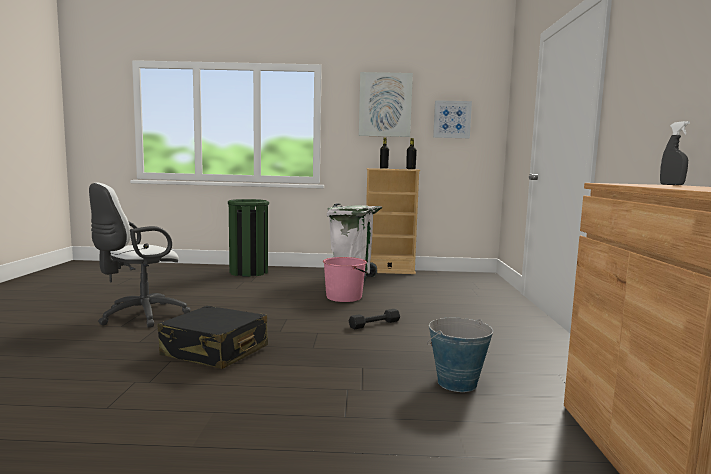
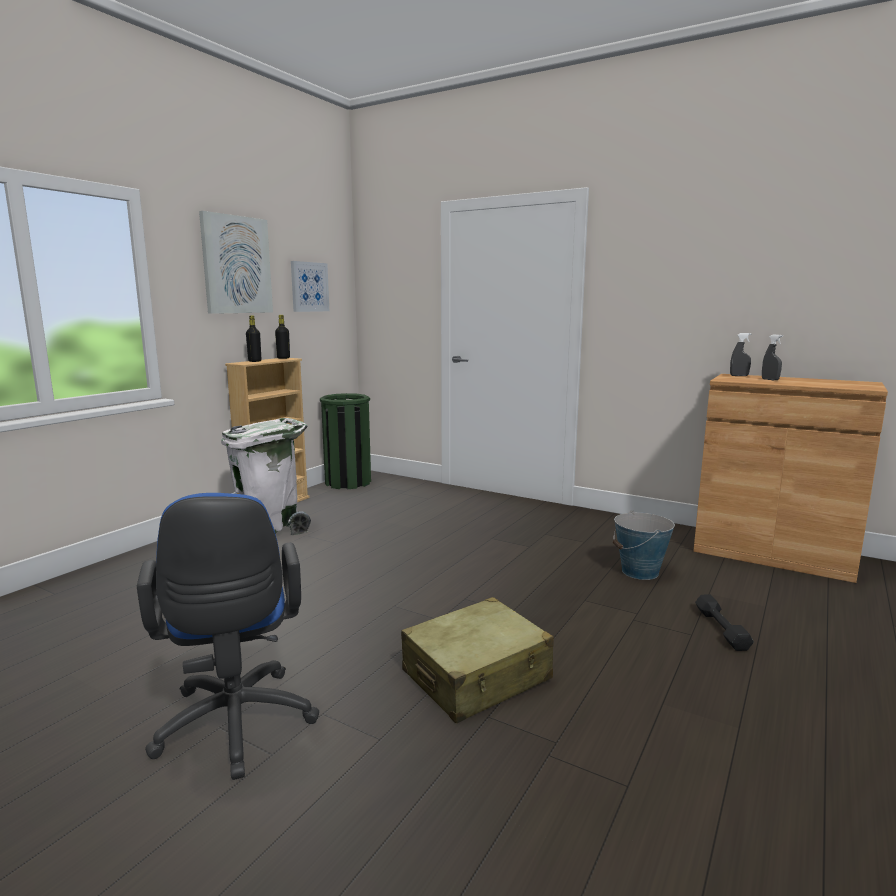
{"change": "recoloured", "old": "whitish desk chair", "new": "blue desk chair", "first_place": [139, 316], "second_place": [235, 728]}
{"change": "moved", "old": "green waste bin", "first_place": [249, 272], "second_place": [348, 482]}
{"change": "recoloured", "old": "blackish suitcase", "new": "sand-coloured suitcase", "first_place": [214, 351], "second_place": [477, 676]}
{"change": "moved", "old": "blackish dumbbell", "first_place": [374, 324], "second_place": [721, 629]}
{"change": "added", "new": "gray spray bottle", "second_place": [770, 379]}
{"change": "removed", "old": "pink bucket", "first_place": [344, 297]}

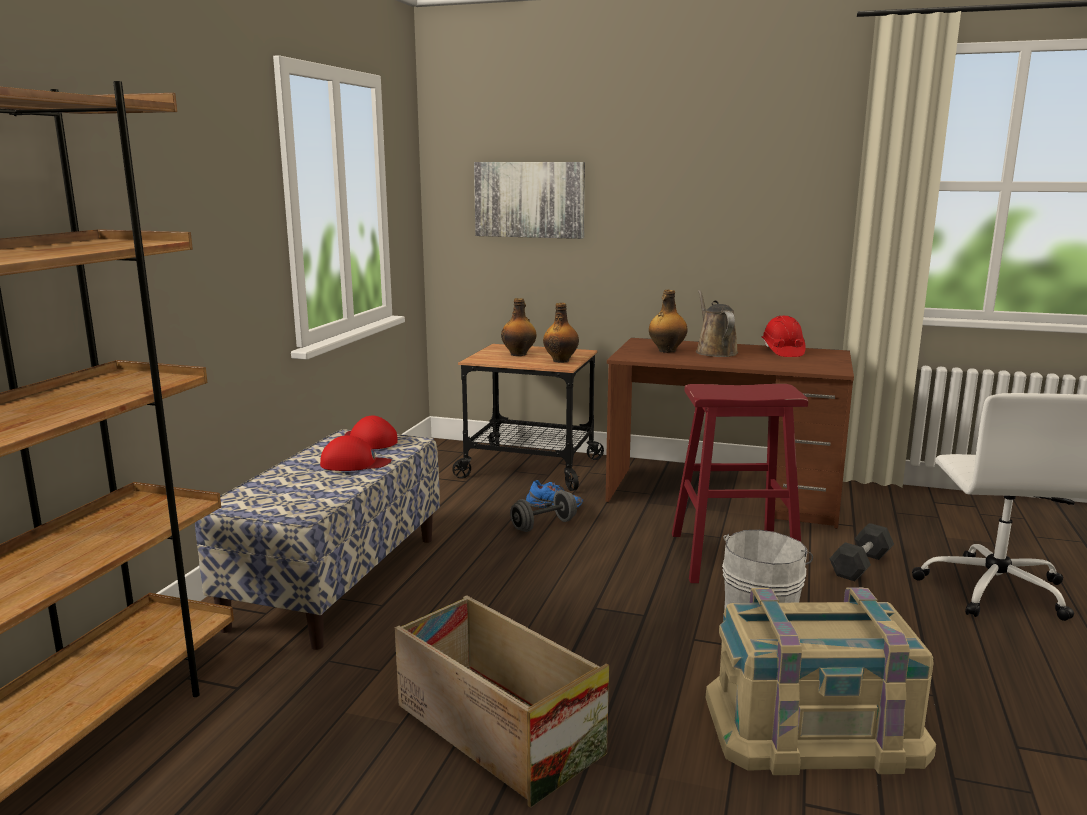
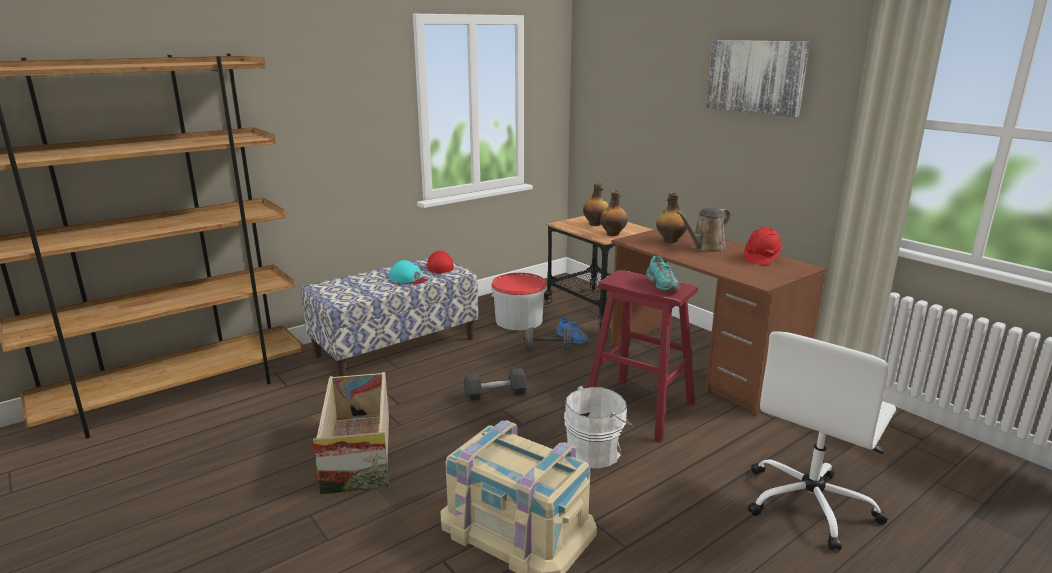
{"change": "recoloured", "old": "red-coloured peaked cap", "new": "turquoise-coloured peaked cap", "first_place": [354, 463], "second_place": [408, 278]}
{"change": "moved", "old": "blackish dumbbell", "first_place": [860, 565], "second_place": [495, 394]}
{"change": "added", "new": "bucket", "second_place": [519, 320]}
{"change": "added", "new": "turquoise-coloured item of footwear", "second_place": [662, 285]}
{"change": "turned", "old": "brownish watering pot", "first_place": [714, 352], "second_place": [705, 248], "degrees": -150}
{"change": "moved", "old": "wall picture", "first_place": [529, 199], "second_place": [756, 76]}

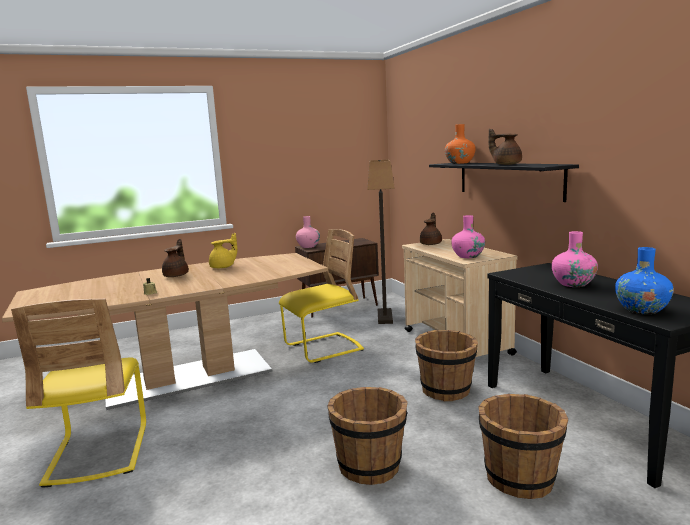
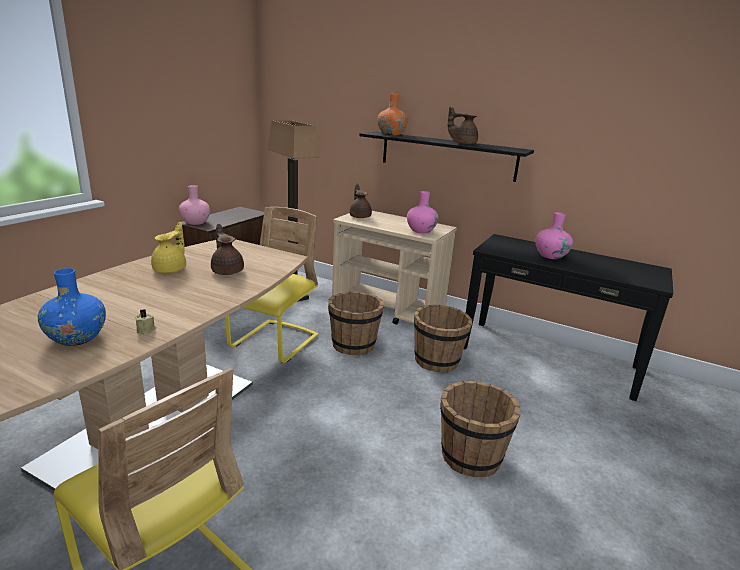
{"change": "moved", "old": "blue flower vase", "first_place": [642, 310], "second_place": [77, 338]}
{"change": "moved", "old": "brownish teapot", "first_place": [177, 275], "second_place": [227, 271]}
{"change": "moved", "old": "brownish bucket", "first_place": [520, 478], "second_place": [353, 345]}

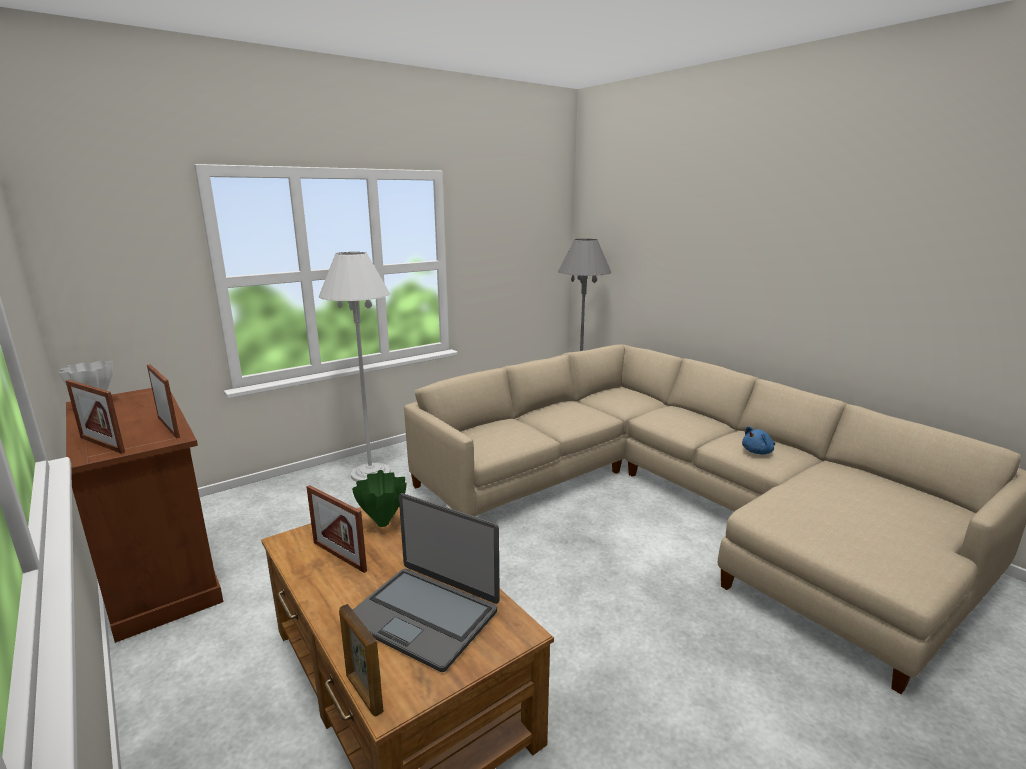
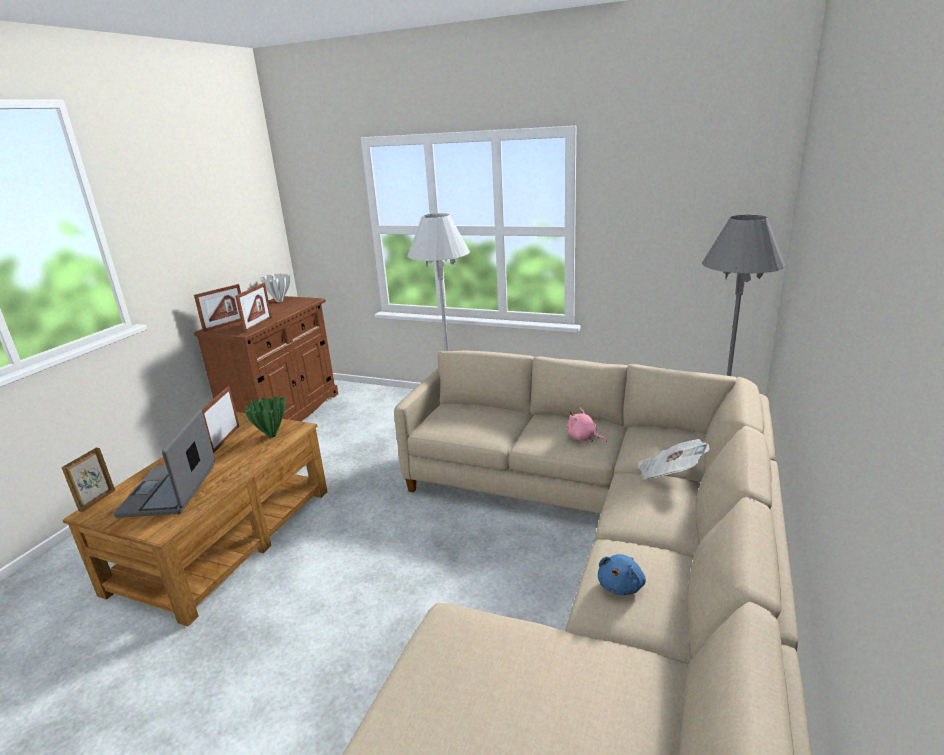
{"change": "turned", "old": "standing frame", "first_place": [102, 445], "second_place": [225, 325], "degrees": -135}
{"change": "added", "new": "pink soft toy", "second_place": [583, 438]}
{"change": "turned", "old": "blue soft toy", "first_place": [758, 452], "second_place": [621, 585], "degrees": -90}
{"change": "added", "new": "newspaper", "second_place": [669, 474]}

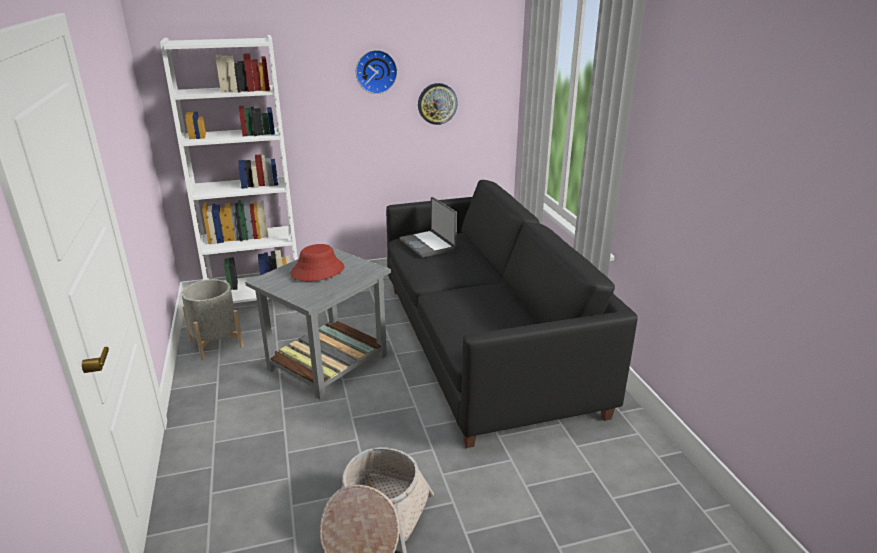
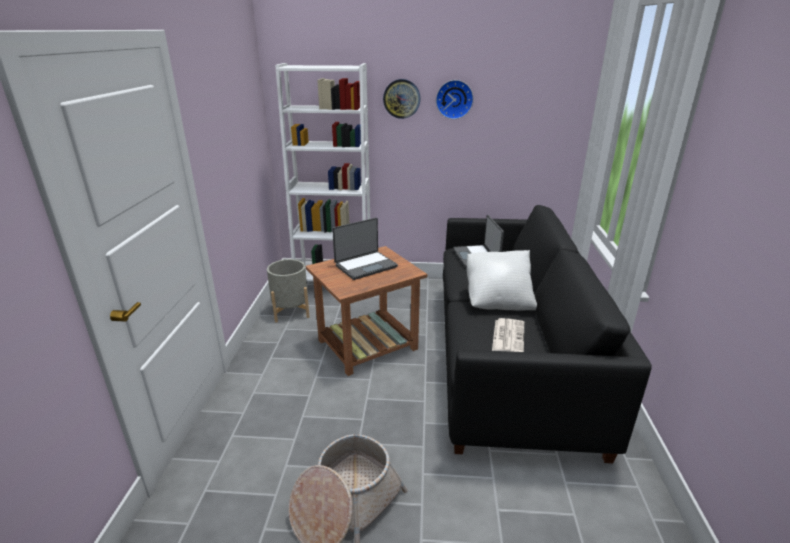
{"change": "recoloured", "old": "gray accent table", "new": "brownish accent table", "first_place": [329, 362], "second_place": [368, 344]}
{"change": "replaced", "old": "red-coloured clothing hat", "new": "portable computer", "first_place": [317, 271], "second_place": [365, 266]}
{"change": "moved", "old": "wall clock", "first_place": [437, 103], "second_place": [401, 98]}
{"change": "added", "new": "whitish throw pillow", "second_place": [498, 300]}
{"change": "added", "new": "newspaper", "second_place": [508, 336]}

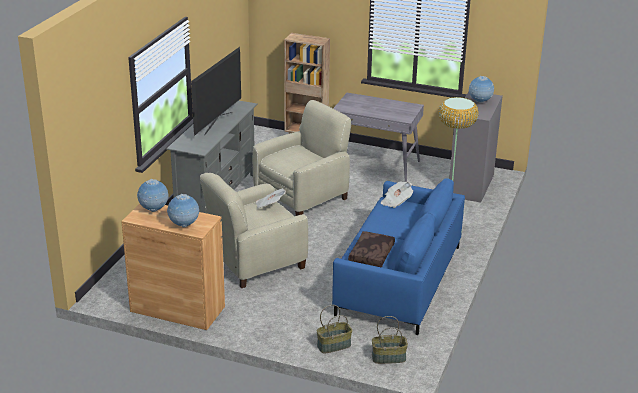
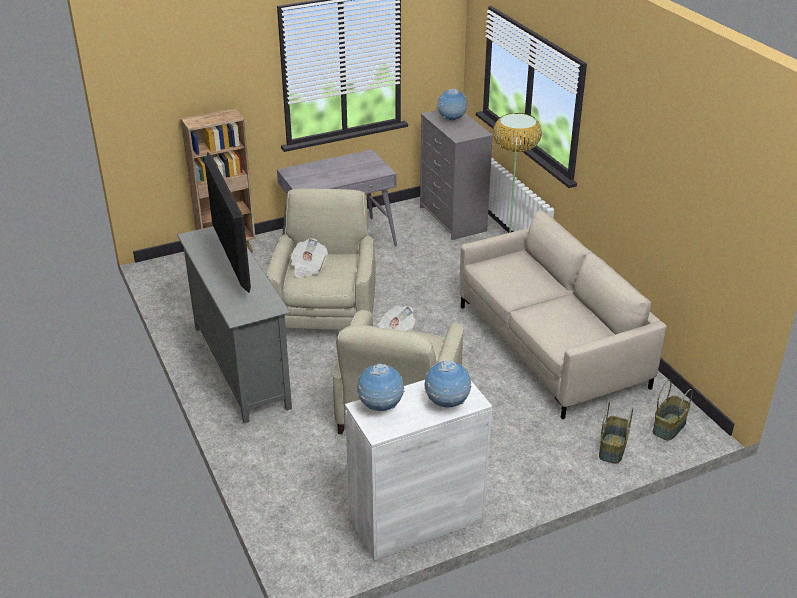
{"change": "moved", "old": "newspaper", "first_place": [396, 202], "second_place": [308, 267]}
{"change": "recoloured", "old": "brownish cabinet", "new": "whitish cabinet", "first_place": [177, 309], "second_place": [416, 519]}
{"change": "recoloured", "old": "blue couch", "new": "sand-coloured couch", "first_place": [398, 280], "second_place": [550, 346]}
{"change": "removed", "old": "brownish throw pillow", "first_place": [372, 255]}

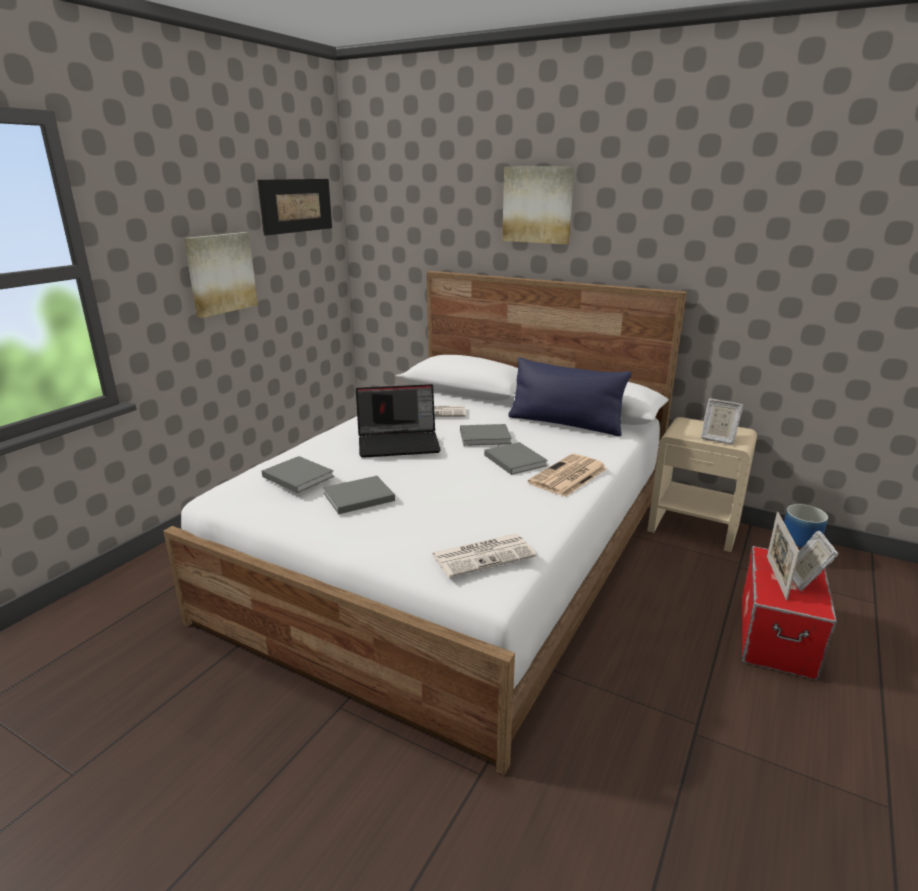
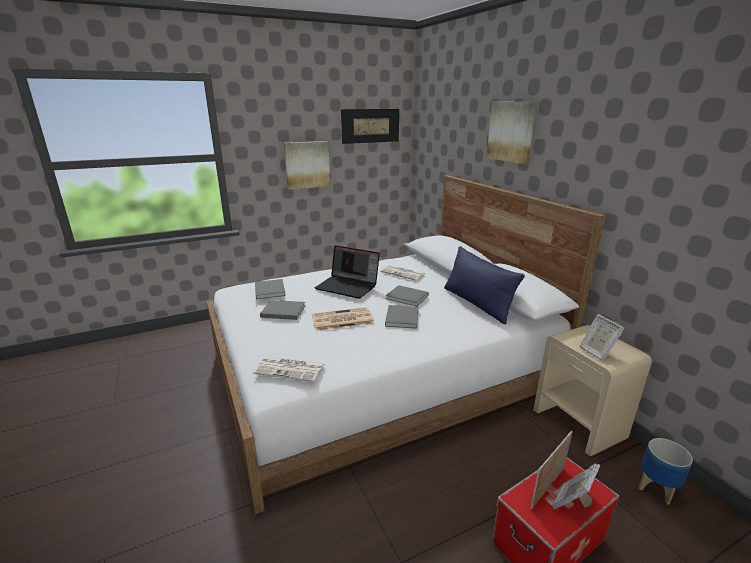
{"change": "moved", "old": "newspaper", "first_place": [568, 476], "second_place": [341, 320]}

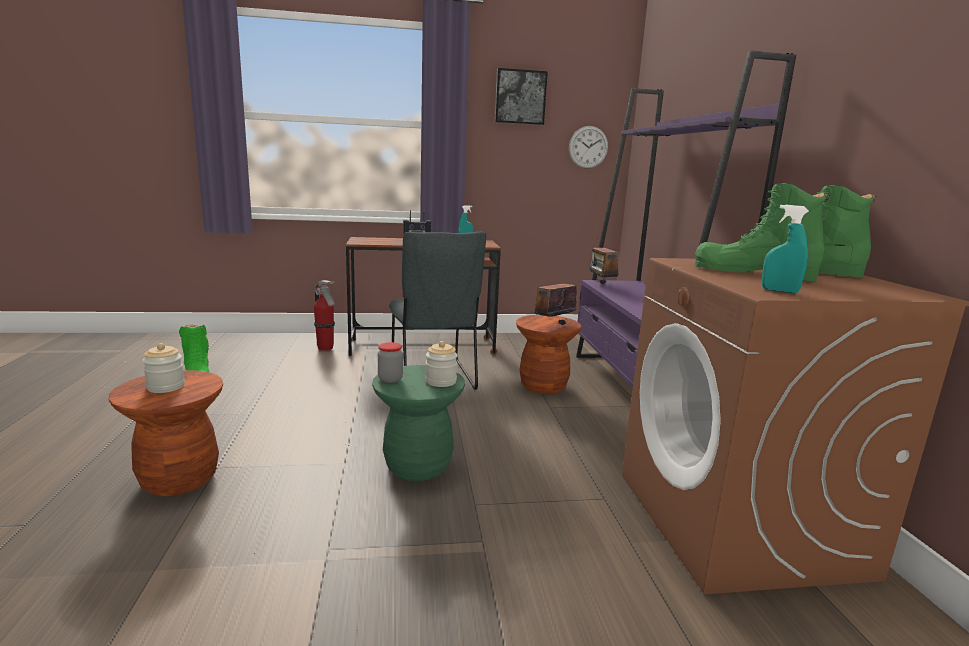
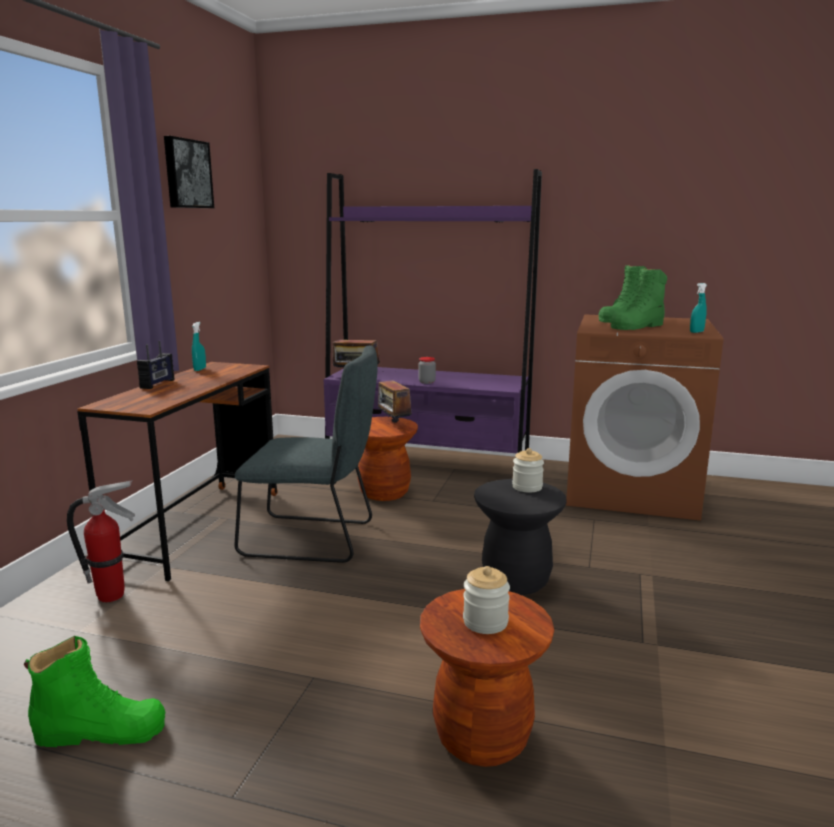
{"change": "moved", "old": "jar", "first_place": [390, 379], "second_place": [427, 382]}
{"change": "recoloured", "old": "green stool", "new": "blackish stool", "first_place": [418, 466], "second_place": [516, 580]}
{"change": "removed", "old": "wall clock", "first_place": [588, 147]}

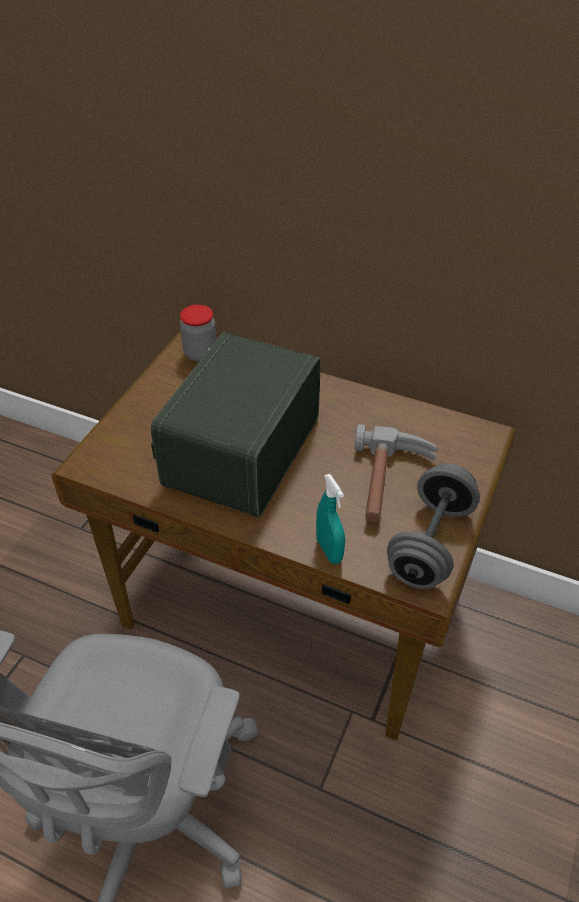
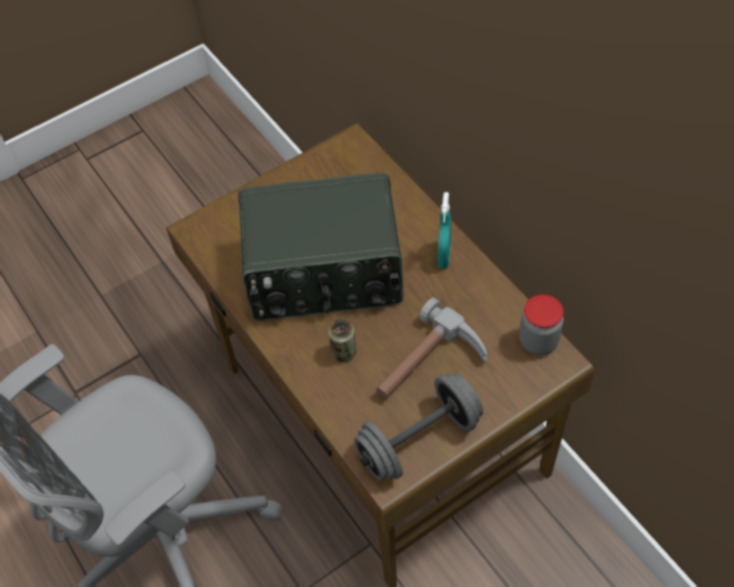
{"change": "turned", "old": "radio", "first_place": [240, 451], "second_place": [324, 274], "degrees": -150}
{"change": "added", "new": "metal can", "second_place": [344, 352]}
{"change": "moved", "old": "turquoise-coloured spray bottle", "first_place": [329, 550], "second_place": [444, 256]}
{"change": "moved", "old": "jar", "first_place": [200, 354], "second_place": [538, 341]}

